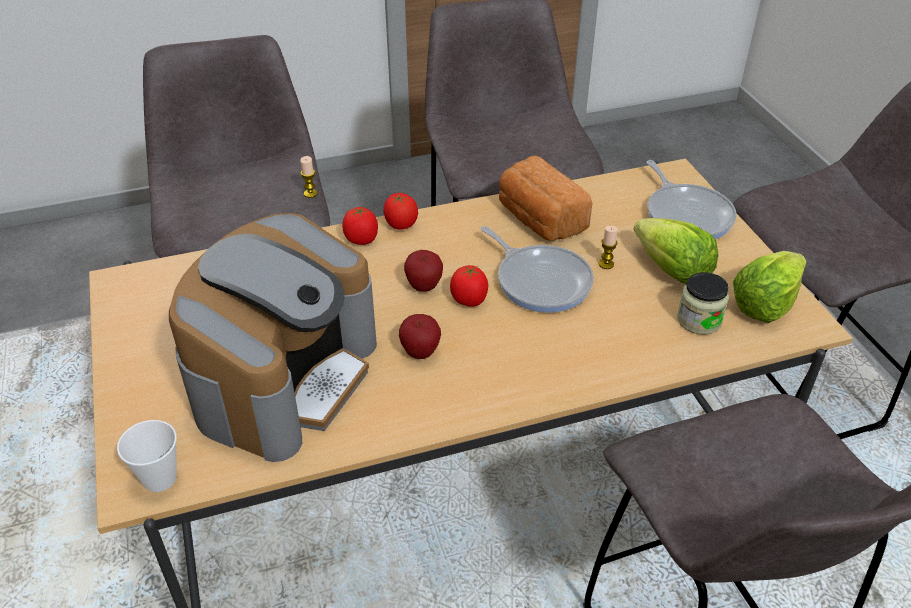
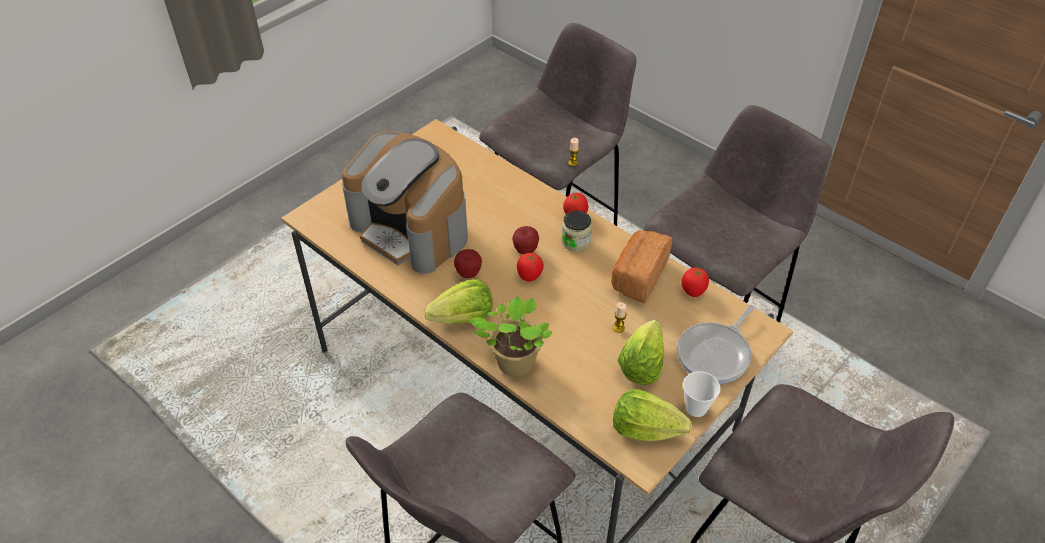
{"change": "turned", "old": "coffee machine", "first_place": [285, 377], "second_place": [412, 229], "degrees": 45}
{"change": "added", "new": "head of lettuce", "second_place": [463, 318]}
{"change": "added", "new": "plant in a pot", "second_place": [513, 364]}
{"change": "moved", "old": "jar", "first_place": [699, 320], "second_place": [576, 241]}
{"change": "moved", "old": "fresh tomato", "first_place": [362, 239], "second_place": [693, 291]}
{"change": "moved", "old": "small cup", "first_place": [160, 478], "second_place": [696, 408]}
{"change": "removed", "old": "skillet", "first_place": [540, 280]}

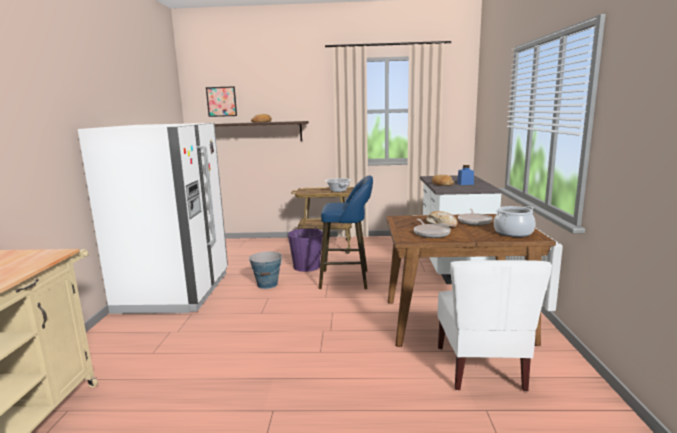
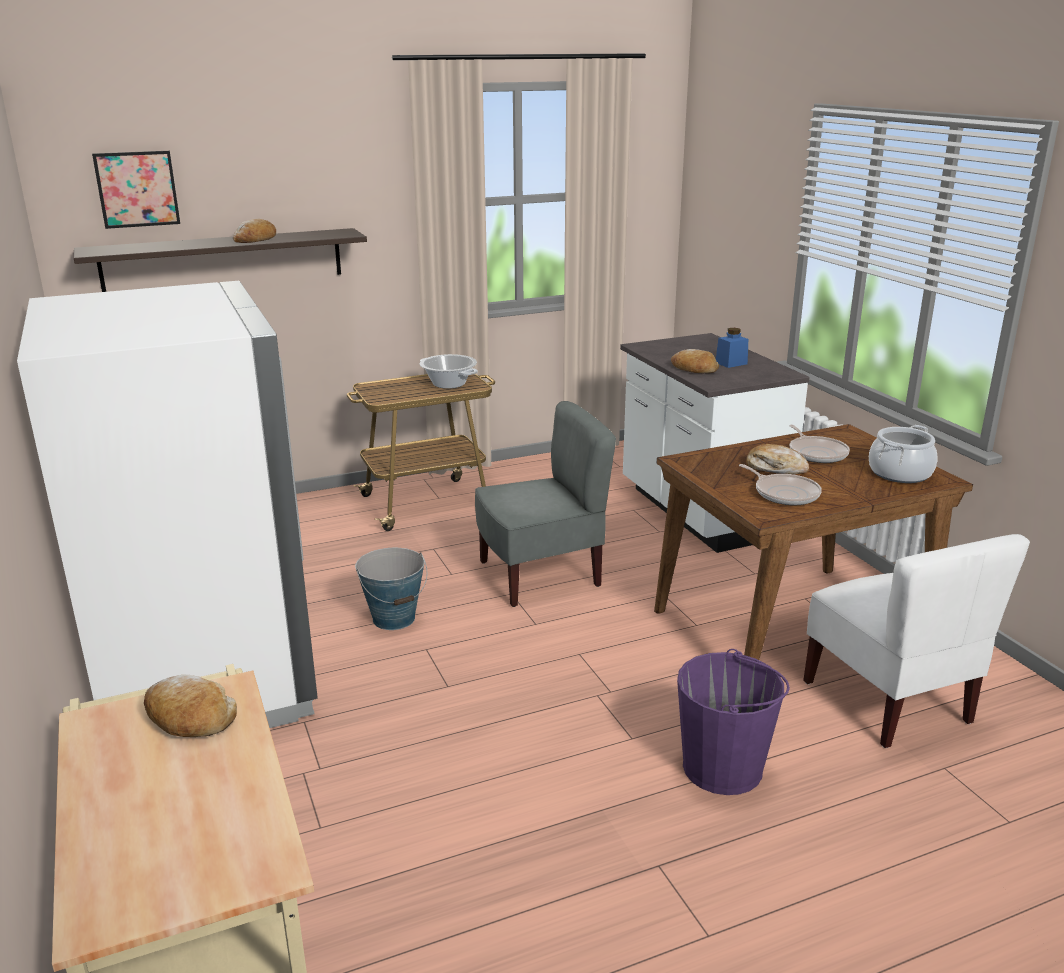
{"change": "added", "new": "bread", "second_place": [190, 718]}
{"change": "replaced", "old": "blue stool", "new": "gray plain chair", "first_place": [348, 279], "second_place": [541, 575]}
{"change": "moved", "old": "purplish bucket", "first_place": [307, 266], "second_place": [723, 768]}

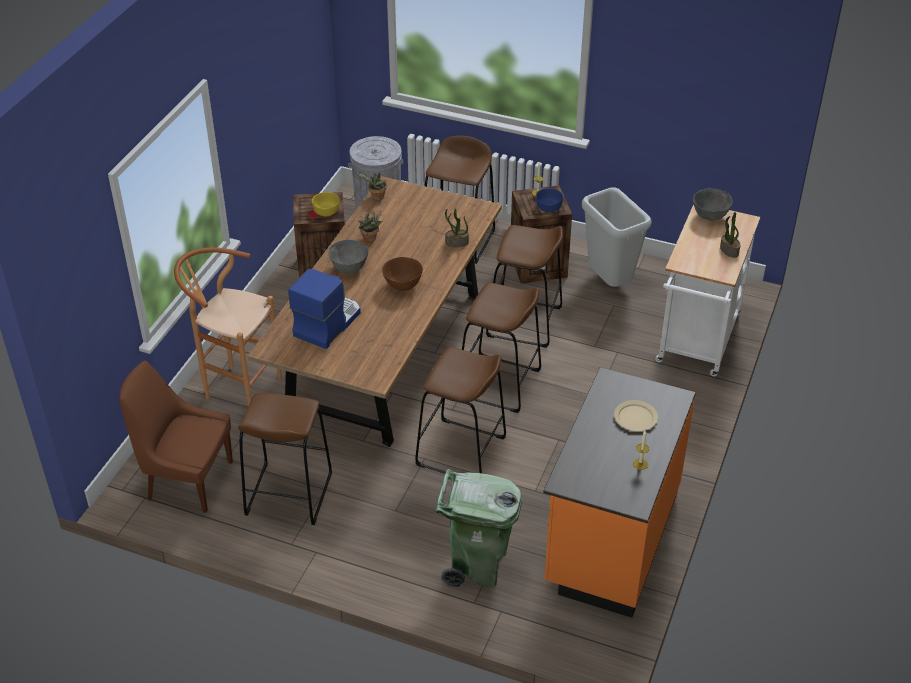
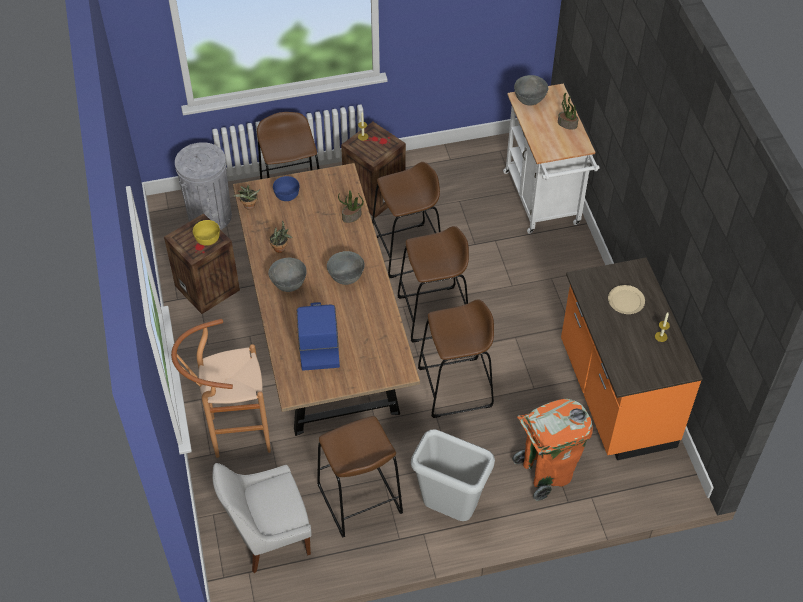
{"change": "recoloured", "old": "brownish plain chair", "new": "whitish plain chair", "first_place": [187, 480], "second_place": [268, 536]}
{"change": "moved", "old": "blue deep dish", "first_place": [549, 207], "second_place": [287, 194]}
{"change": "recoloured", "old": "brownish deep dish", "new": "gray deep dish", "first_place": [403, 286], "second_place": [346, 278]}
{"change": "moved", "old": "gray waste bin", "first_place": [610, 283], "second_place": [450, 509]}
{"change": "recoloured", "old": "green waste bin", "new": "orange-coloured waste bin", "first_place": [477, 566], "second_place": [546, 473]}

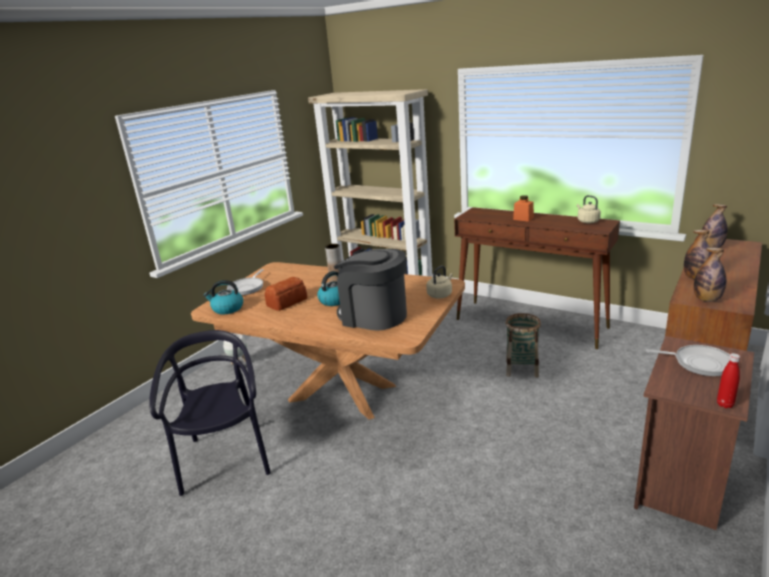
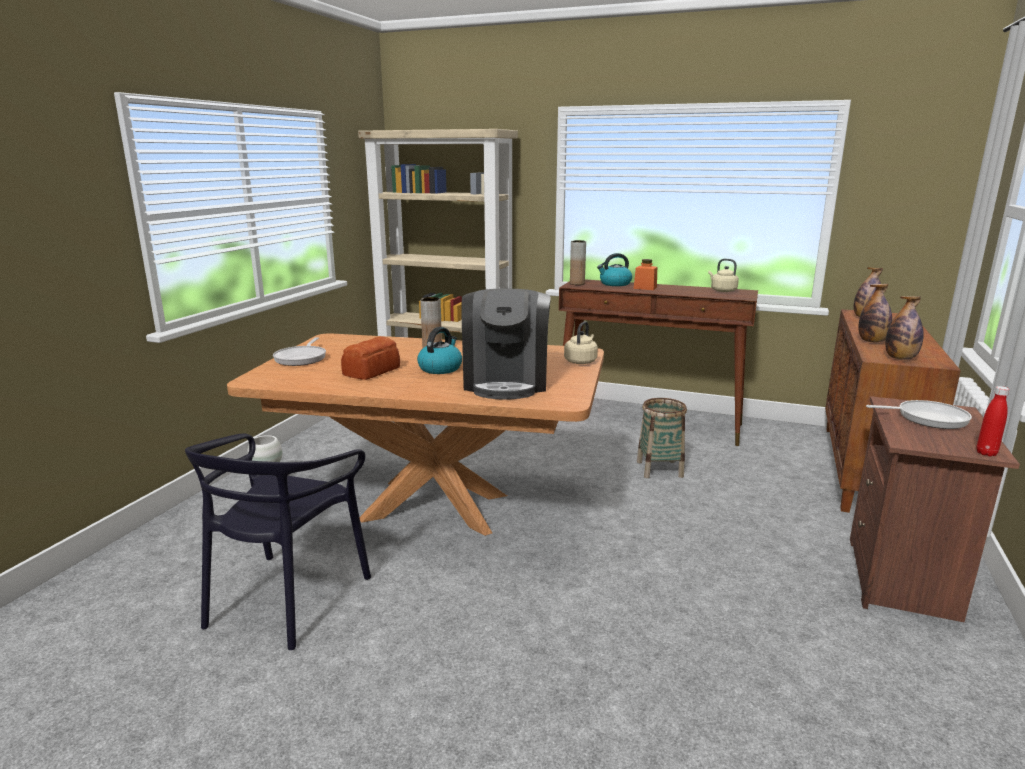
{"change": "turned", "old": "blackish plain chair", "first_place": [226, 458], "second_place": [287, 598], "degrees": -135}
{"change": "turned", "old": "coffee machine", "first_place": [373, 316], "second_place": [506, 382], "degrees": -105}
{"change": "added", "new": "brownish flower vase", "second_place": [577, 284]}
{"change": "moved", "old": "tea kettle", "first_place": [227, 309], "second_place": [615, 284]}

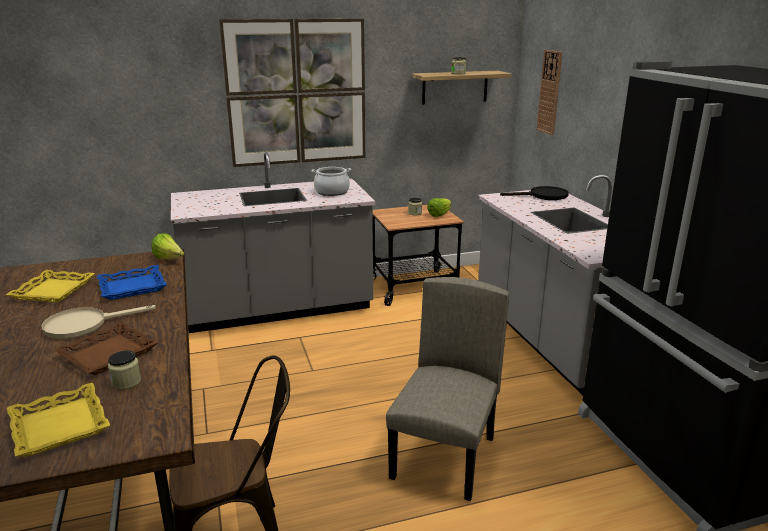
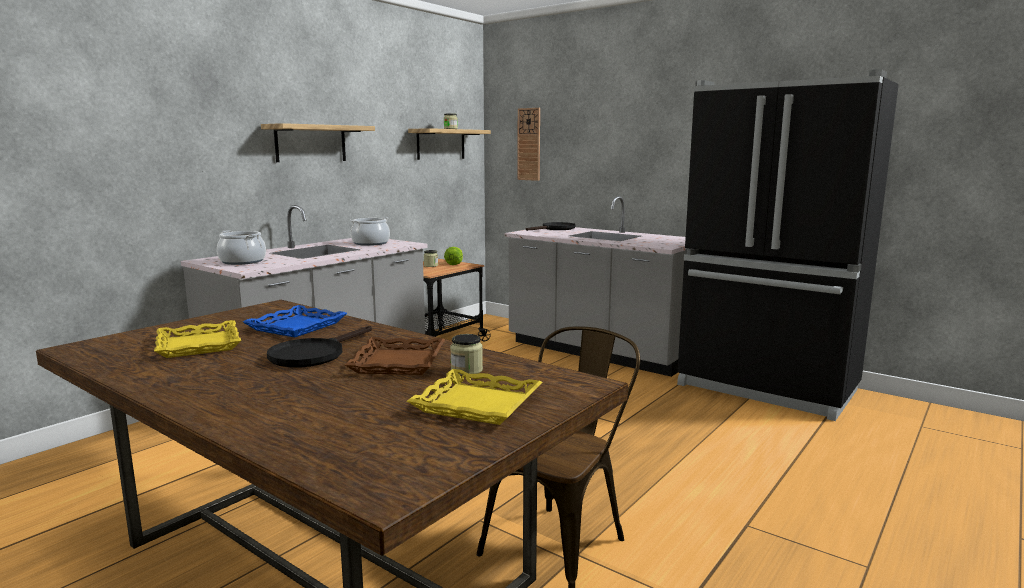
{"change": "added", "new": "cooking pot", "second_place": [242, 261]}
{"change": "replaced", "old": "wall picture", "new": "wall shelf", "first_place": [297, 93], "second_place": [311, 143]}
{"change": "recoloured", "old": "sand-coloured skillet", "new": "blackish skillet", "first_place": [85, 325], "second_place": [314, 354]}
{"change": "removed", "old": "head of lettuce", "first_place": [169, 259]}
{"change": "removed", "old": "sand-coloured plain chair", "first_place": [445, 458]}

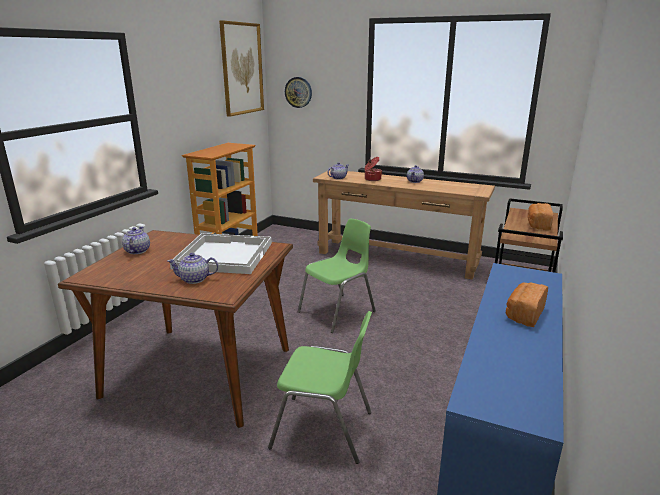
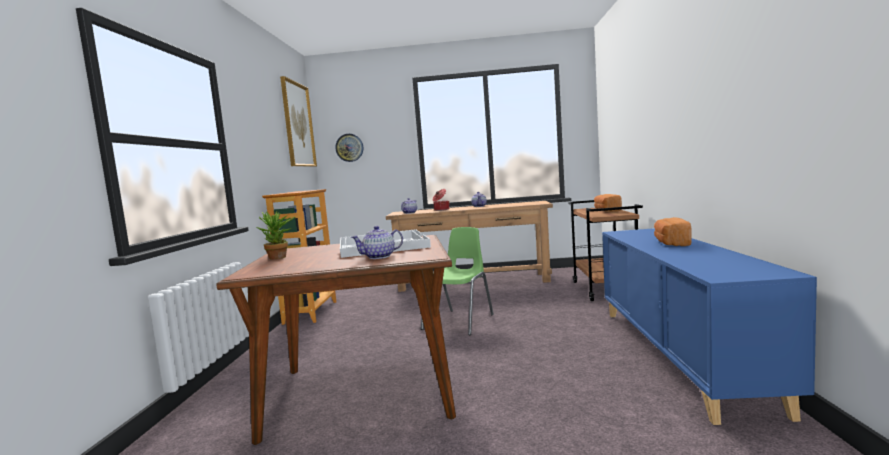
{"change": "replaced", "old": "teapot", "new": "plant in a pot", "first_place": [137, 251], "second_place": [280, 257]}
{"change": "removed", "old": "green plain chair", "first_place": [324, 430]}

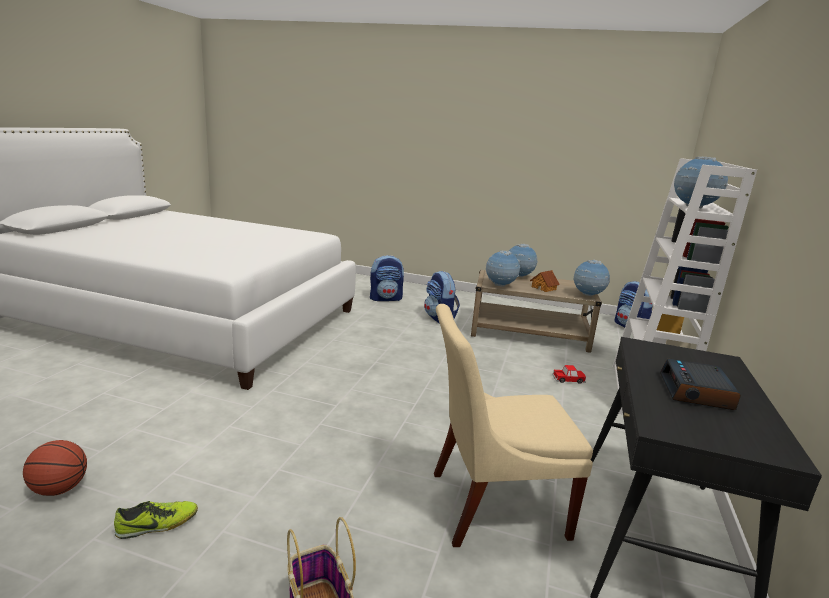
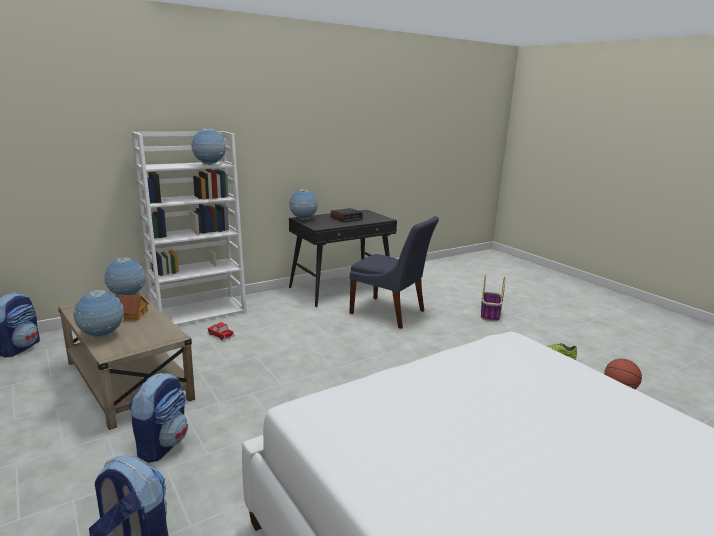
{"change": "moved", "old": "globe", "first_place": [500, 286], "second_place": [303, 219]}
{"change": "recoloured", "old": "sand-coloured plain chair", "new": "blue plain chair", "first_place": [491, 504], "second_place": [390, 313]}

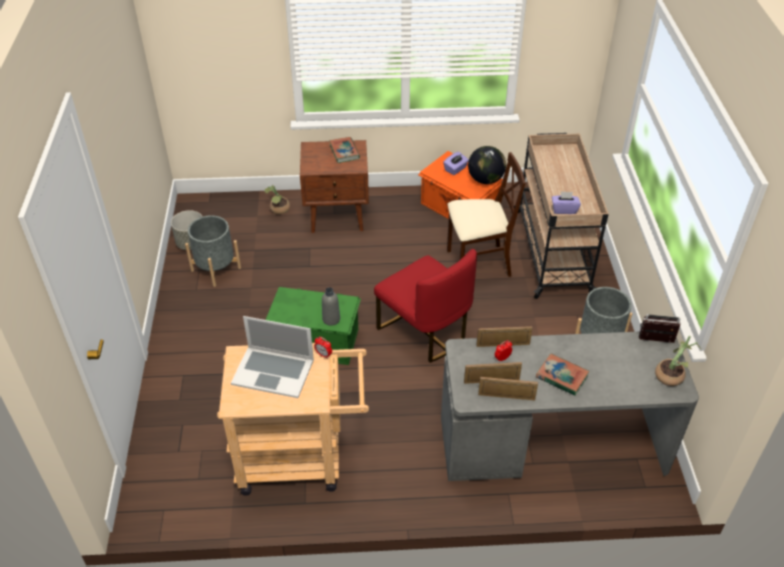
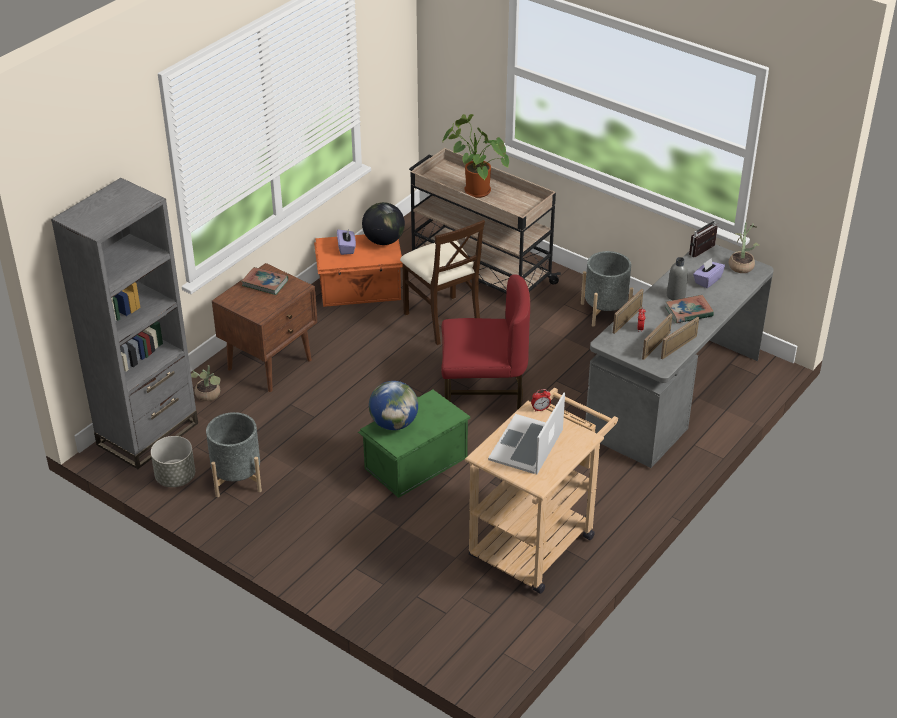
{"change": "added", "new": "gray bookcase", "second_place": [148, 434]}
{"change": "added", "new": "globe", "second_place": [394, 423]}
{"change": "turned", "old": "sand-coloured plain chair", "first_place": [477, 264], "second_place": [442, 320], "degrees": 120}
{"change": "added", "new": "plant in a pot", "second_place": [474, 191]}
{"change": "turned", "old": "portable computer", "first_place": [273, 371], "second_place": [526, 445], "degrees": 150}
{"change": "moved", "old": "gray bottle", "first_place": [331, 319], "second_place": [676, 295]}
{"change": "moved", "old": "purplish box of tissues", "first_place": [564, 209], "second_place": [707, 280]}

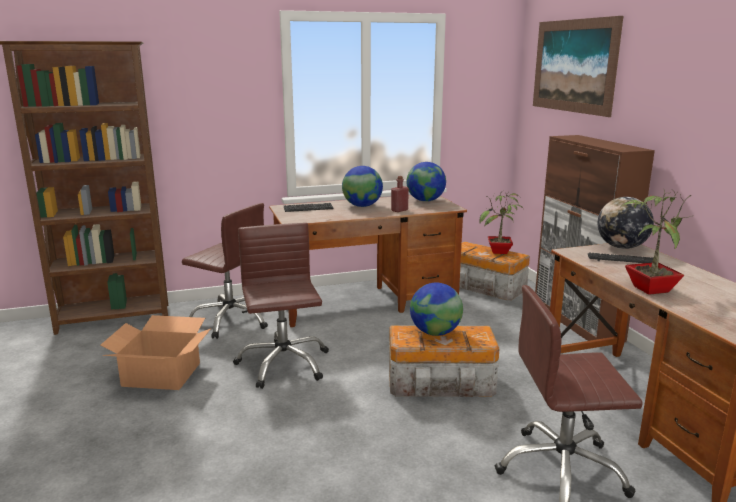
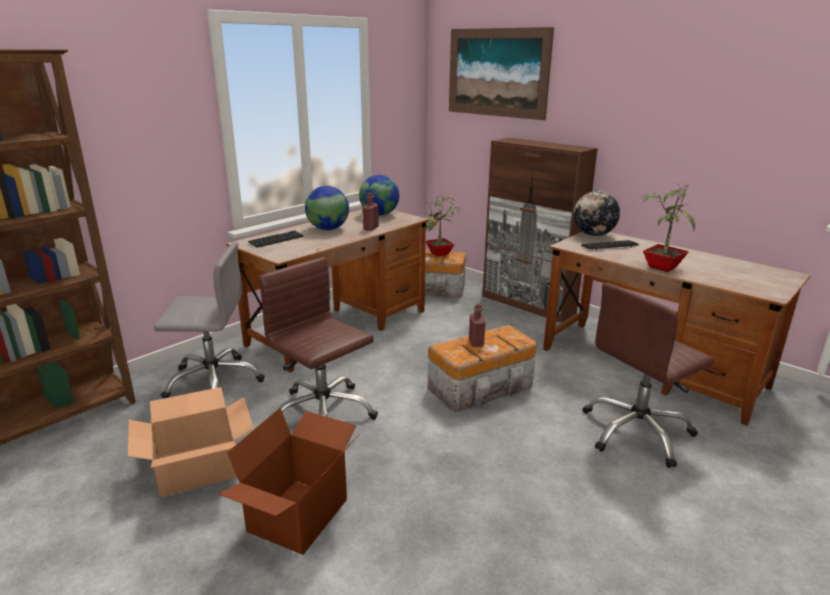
{"change": "recoloured", "old": "brownish desk chair", "new": "gray desk chair", "first_place": [231, 320], "second_place": [214, 381]}
{"change": "added", "new": "cardboard box", "second_place": [300, 516]}
{"change": "replaced", "old": "globe", "new": "red-coloured bottle", "first_place": [435, 333], "second_place": [476, 342]}

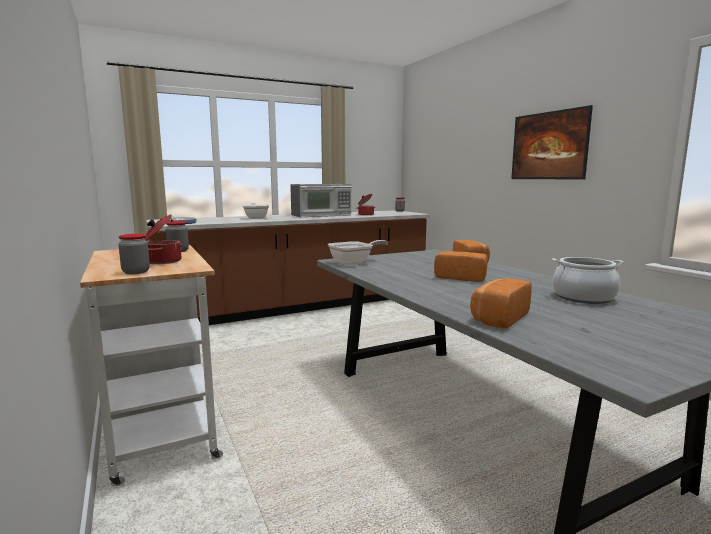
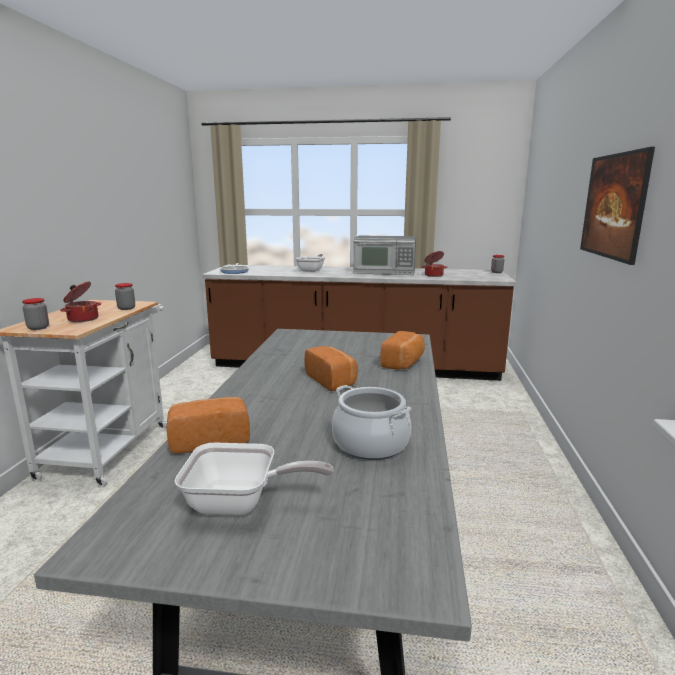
{"change": "moved", "old": "skillet", "first_place": [354, 262], "second_place": [241, 503]}

